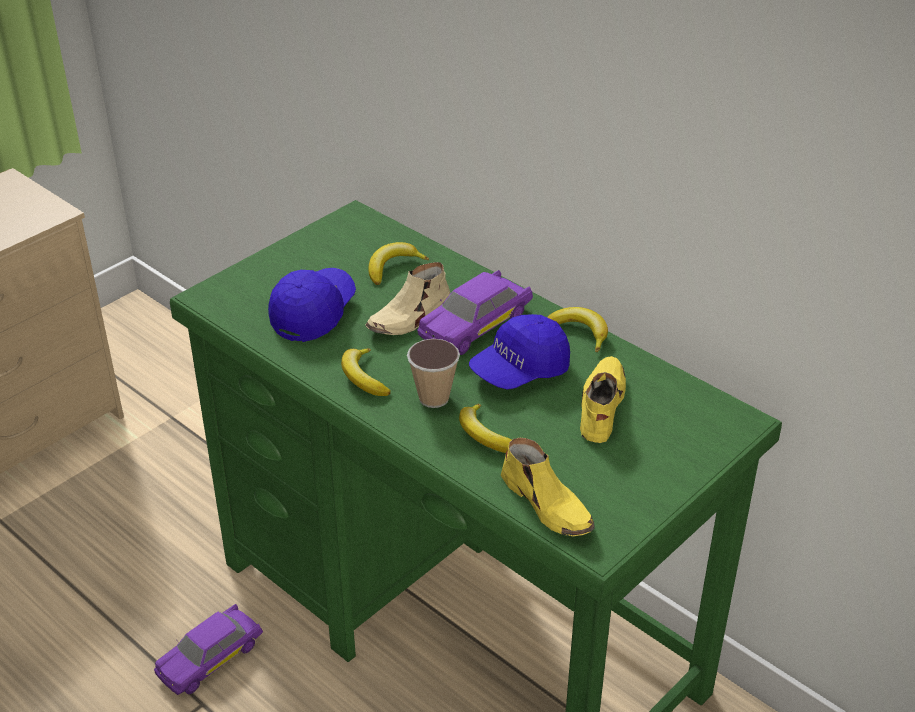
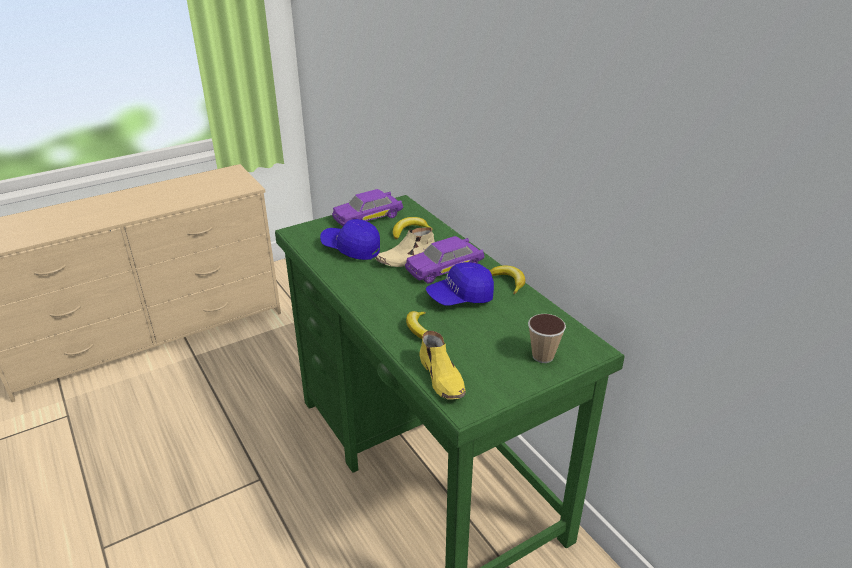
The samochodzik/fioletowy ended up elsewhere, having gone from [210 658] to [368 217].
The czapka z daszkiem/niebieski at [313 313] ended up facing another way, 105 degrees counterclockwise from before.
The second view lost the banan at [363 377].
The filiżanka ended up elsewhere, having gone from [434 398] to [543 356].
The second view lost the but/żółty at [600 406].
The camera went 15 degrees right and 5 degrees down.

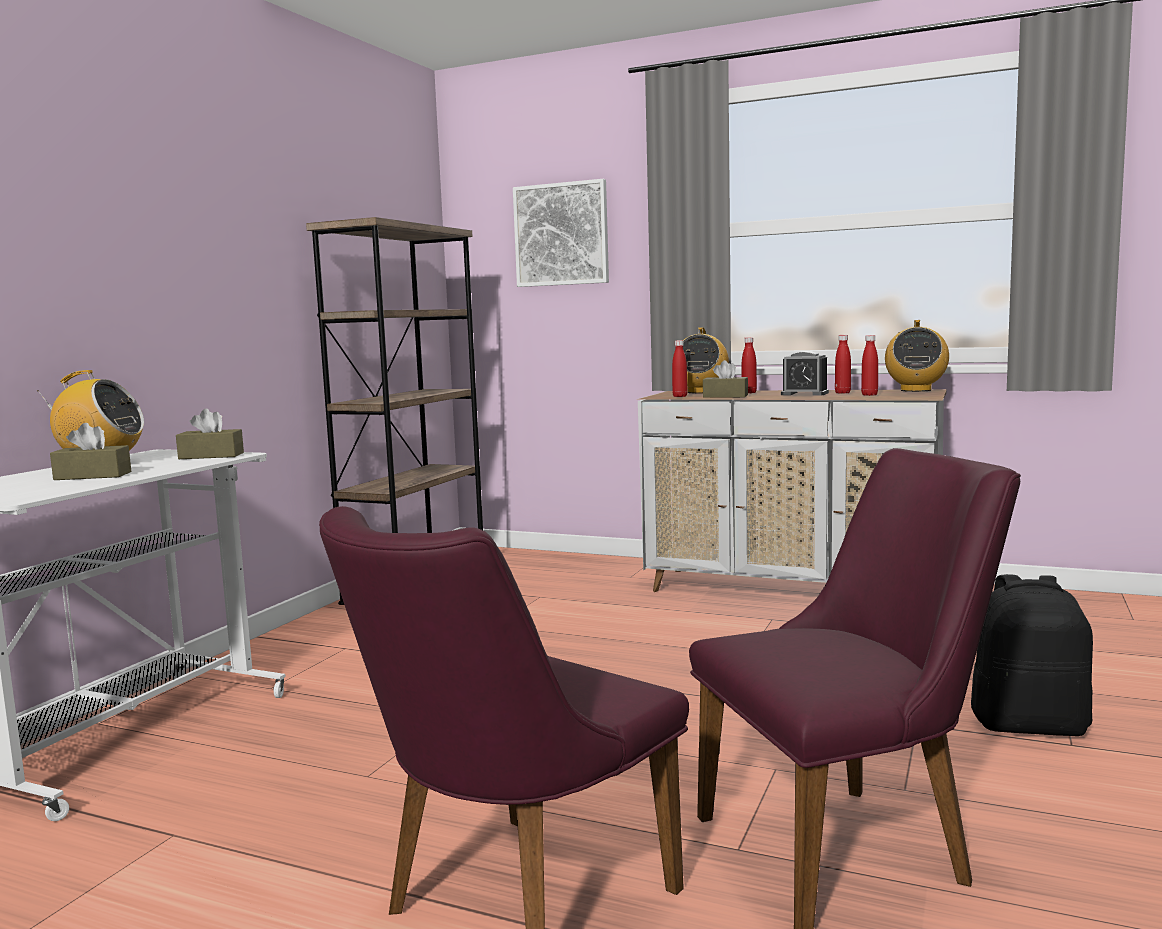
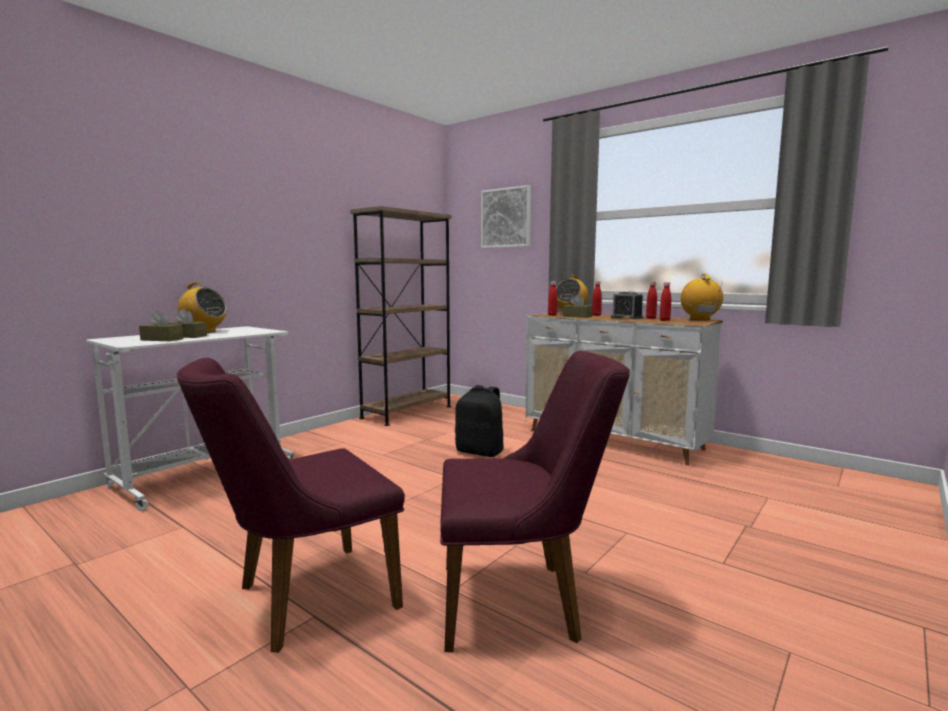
The pudełko chusteczek/brązowy ended up elsewhere, having gone from [211 456] to [162 339].
The radio at [915 390] ended up facing another way, 150 degrees clockwise from before.
The plecak/czarny ended up elsewhere, having gone from [1029 725] to [480 452].
The camera went 15 degrees right and 0 degrees up.

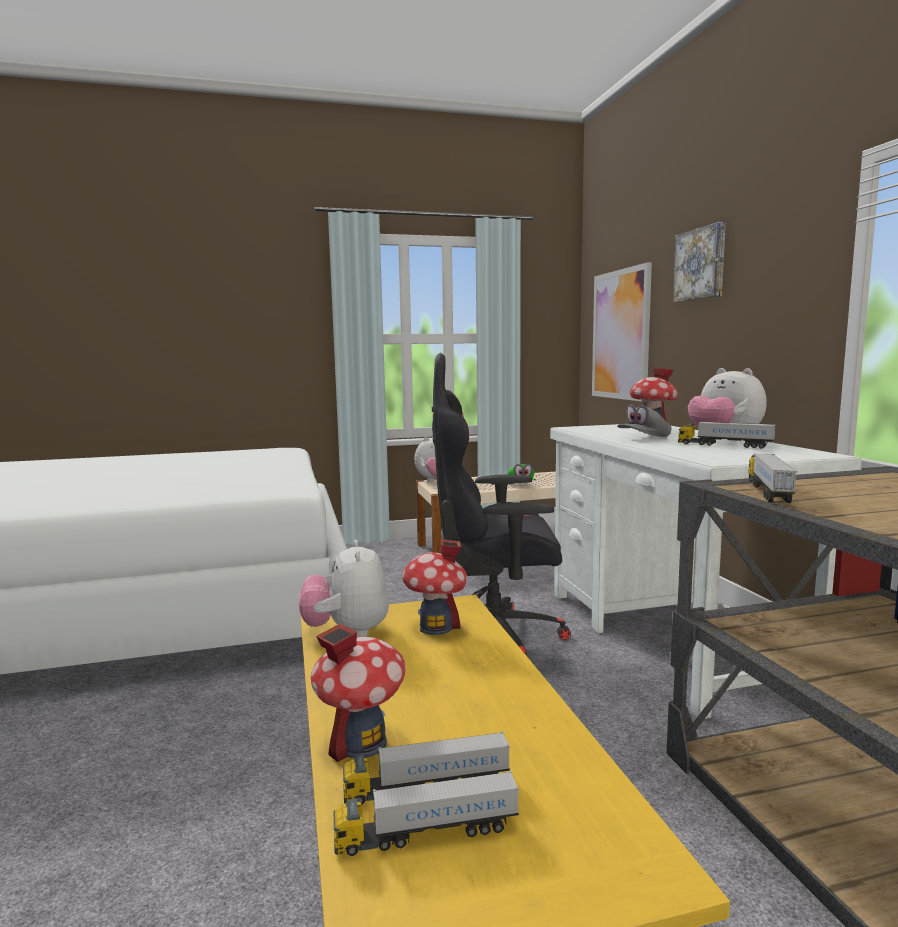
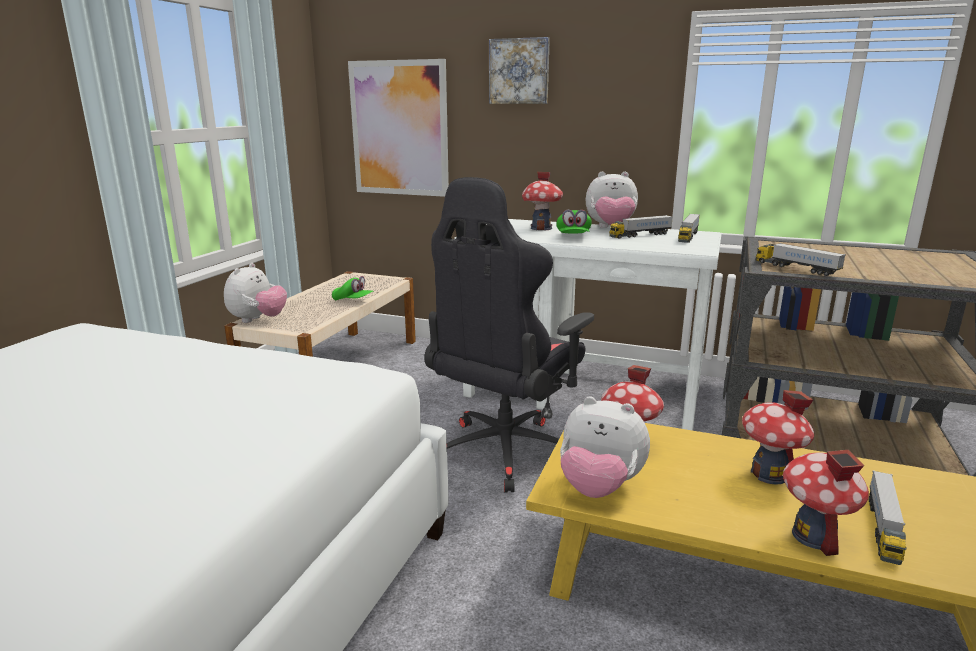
The ciężarówka zabawkowa ended up elsewhere, having gone from [427 834] to [688 236].
What was the czapka z daszkiem/szary at [644 438] turned into the czapka z daszkiem/zielony at [573 237].
The second view gained the domek at [769 474].
The camera went 55 degrees left and 10 degrees up.

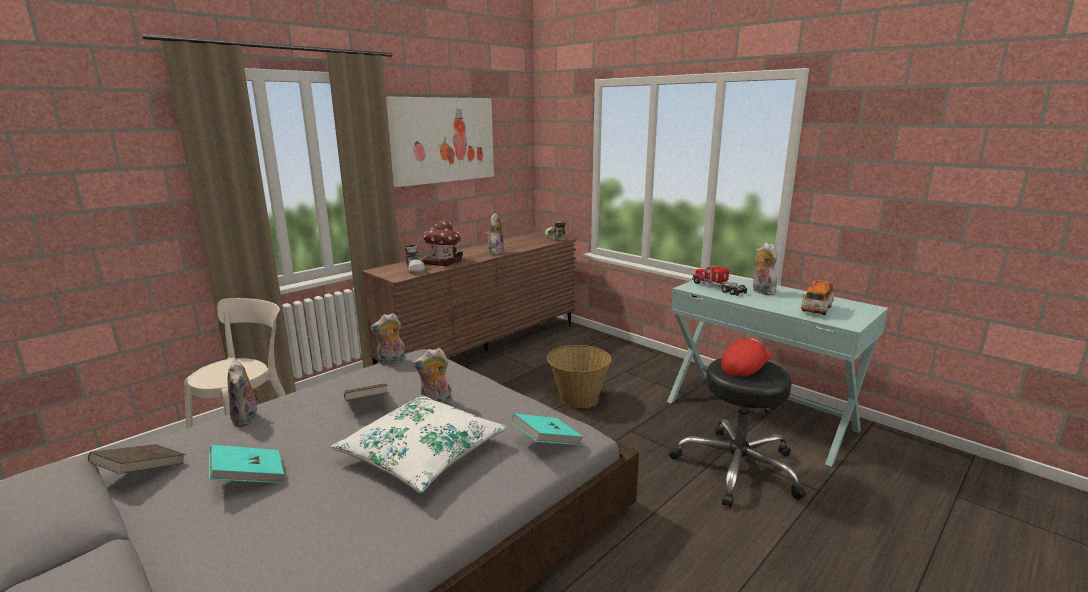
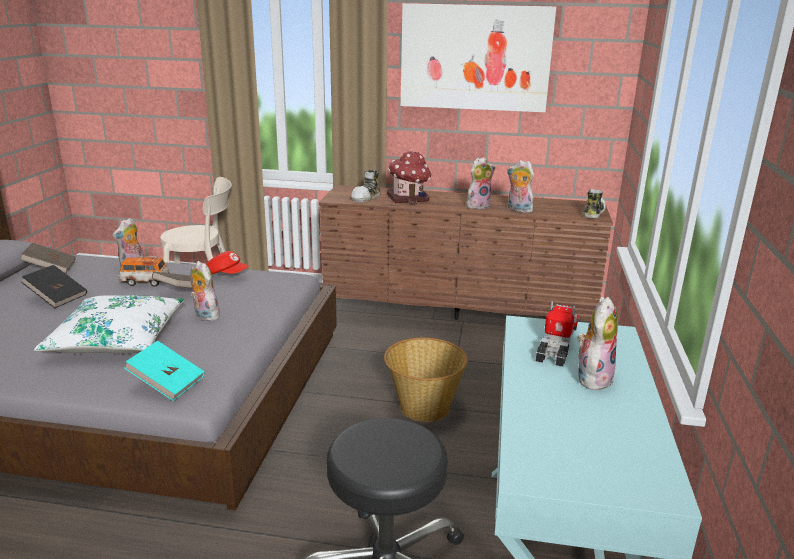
What was the książka/turkusowy at [249 478] turned into the książka/czarny at [57 297].
The pluszak ended up elsewhere, having gone from [391 362] to [518 210].
The czapka z daszkiem/czerwony ended up elsewhere, having gone from [744 368] to [226 275].
The samochodzik ended up elsewhere, having gone from [816 310] to [145 282].
The camera went 55 degrees right and 5 degrees up.

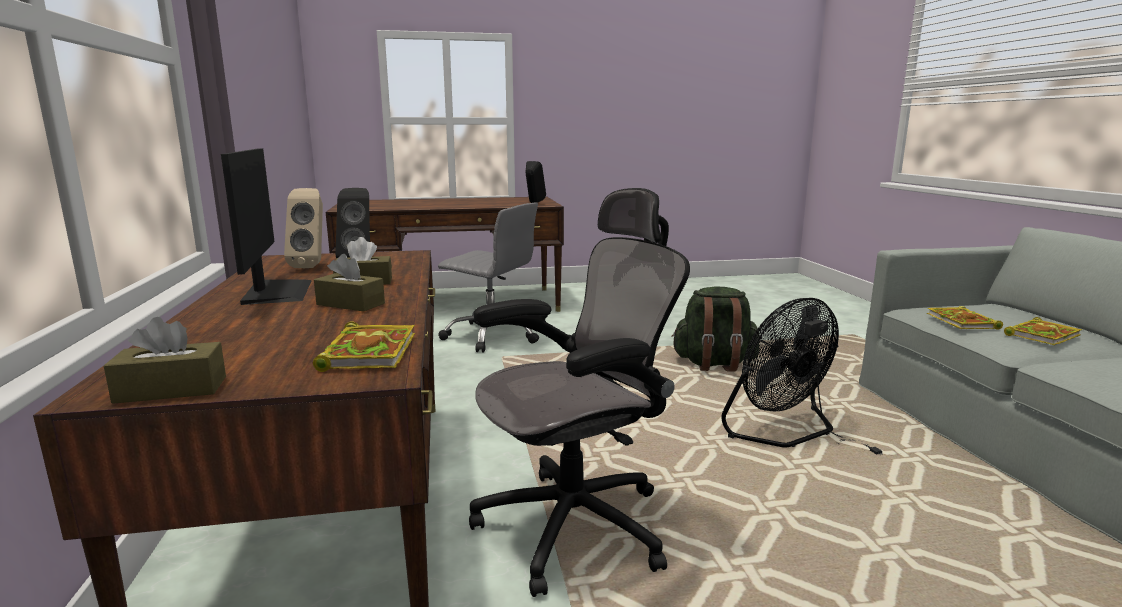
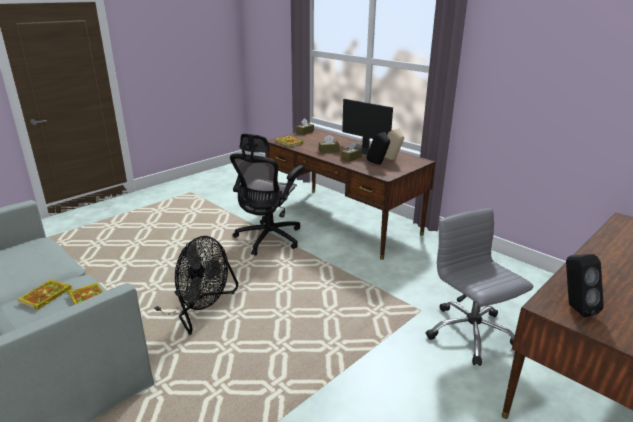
The krzesło biurowe/szary at [492 336] ended up facing another way, 75 degrees clockwise from before.
The second view lost the plecak/zielony at [714 364].
The camera went 145 degrees right and 10 degrees up.

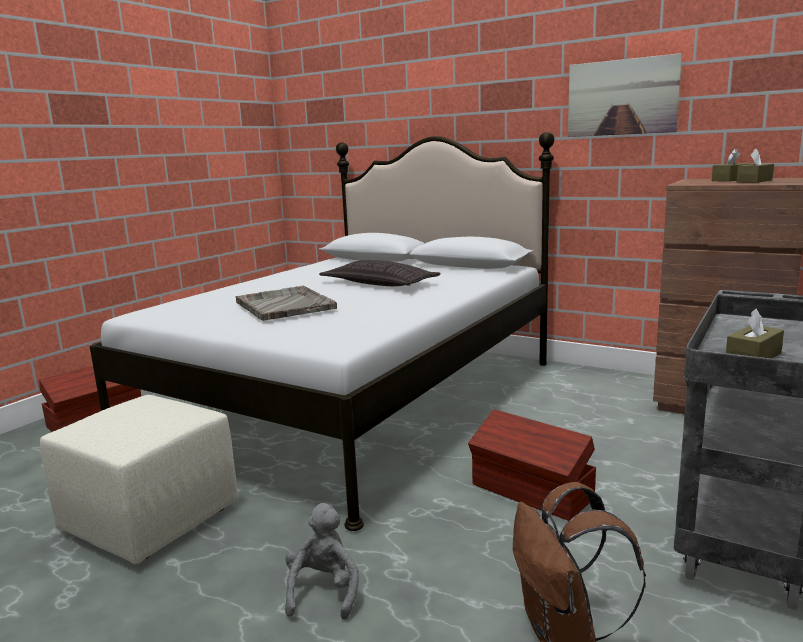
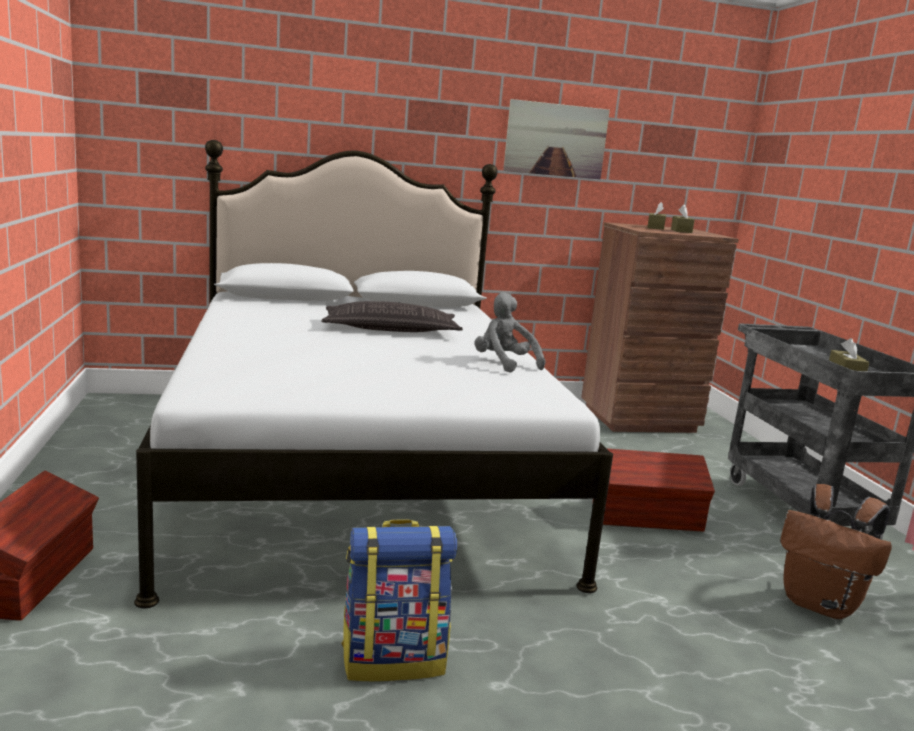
Where the pufa/beżowy stood at [153 520], the plecak came to stand at [394 659].
The second view lost the taca/szary at [284 305].
The pluszak/szary ended up elsewhere, having gone from [324 591] to [504 364].
The camera went 45 degrees left and 0 degrees up.

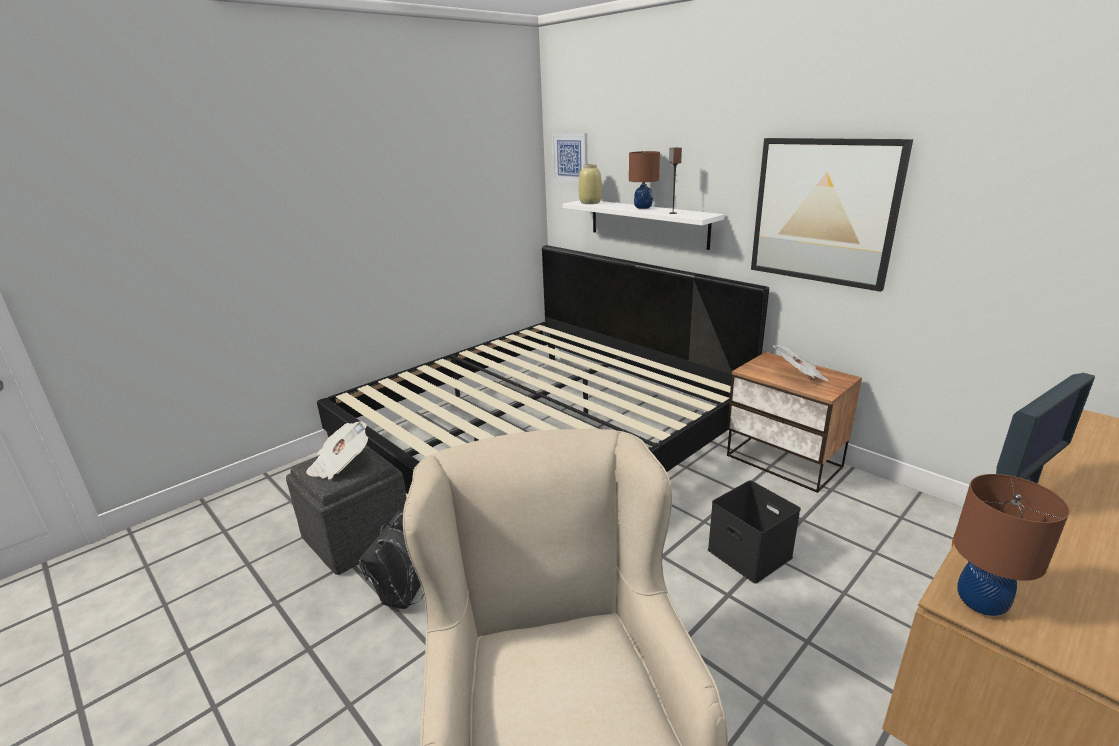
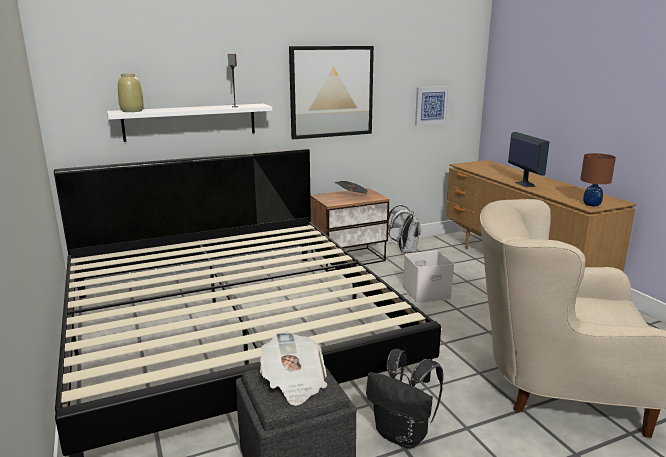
The obraz ended up elsewhere, having gone from [570 157] to [431 105].
The second view lost the lampa stołowa/brązowy at [643 208].
What was the pojemnik do przechowywania/czarny at [751 554] turned into the pojemnik do przechowywania/biały at [426 293].
The second view gained the plecak/biały at [405 251].
The camera went 70 degrees left and 5 degrees down.

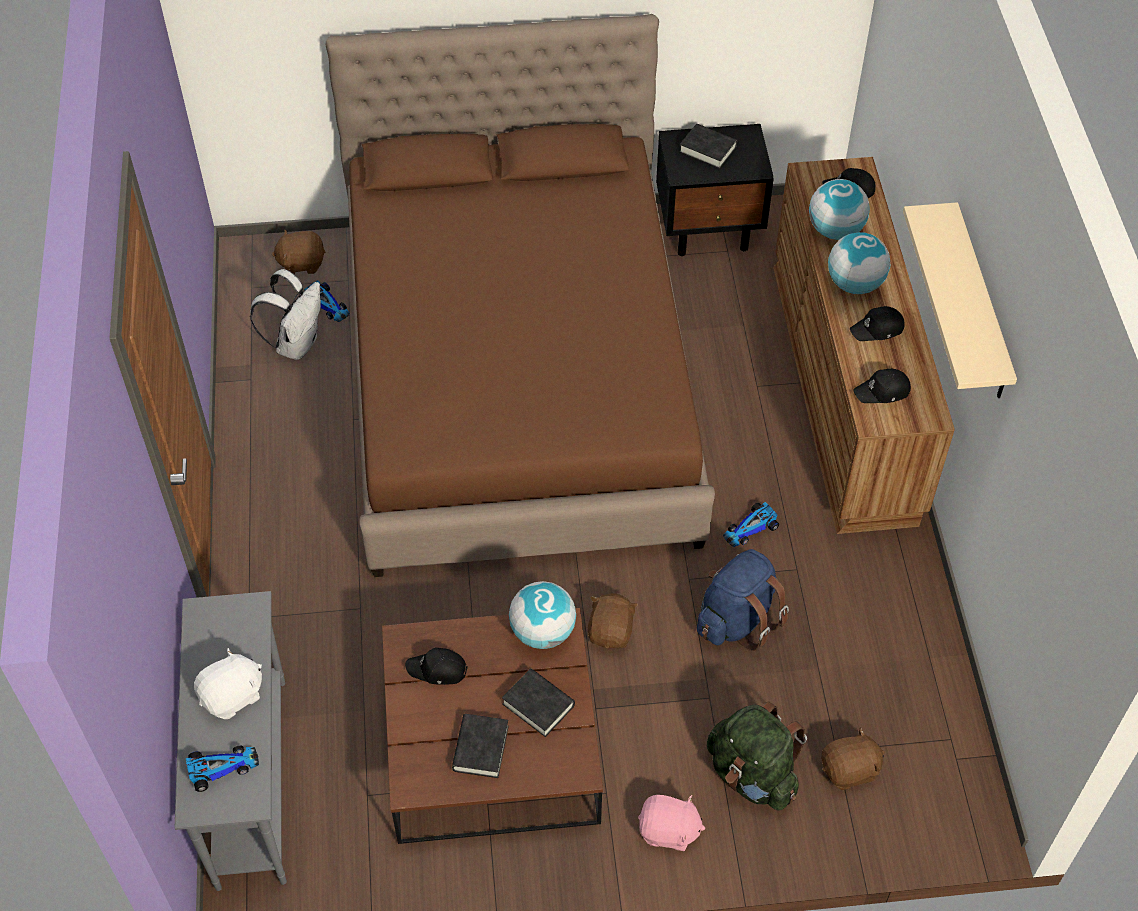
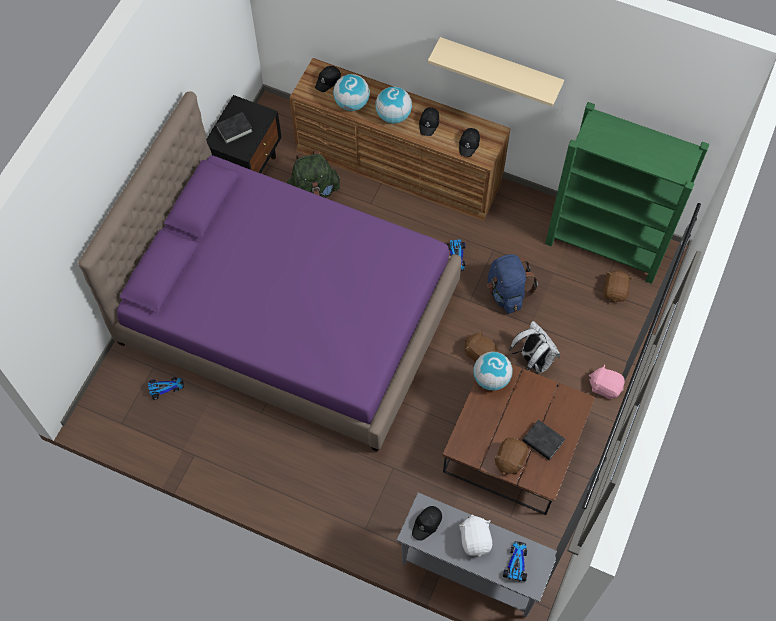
The plecak/biały ended up elsewhere, having gone from [296 343] to [533 360].
The pluszak/brązowy ended up elsewhere, having gone from [301 263] to [509 460].
What was the łóżko/brązowy at [519 378] turned into the łóżko/fioletowy at [288 313].
The czapka z daszkiem/czarny ended up elsewhere, having gone from [437 670] to [427 523].
The second view lost the książka/czarny at [538 705].
The pluszak/różowy at [668 831] ended up facing another way, 105 degrees counterclockwise from before.
The plecak/zielony ended up elsewhere, having gone from [752 775] to [313 191].
The second view gained the regał/zielony at [606 243].
The camera went 60 degrees left and 10 degrees up.

